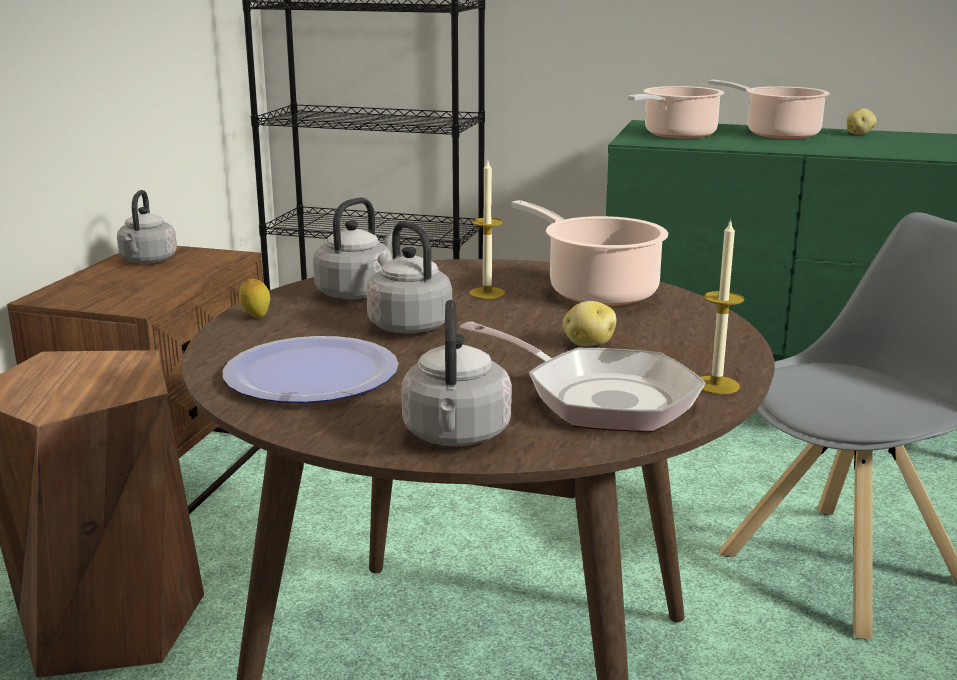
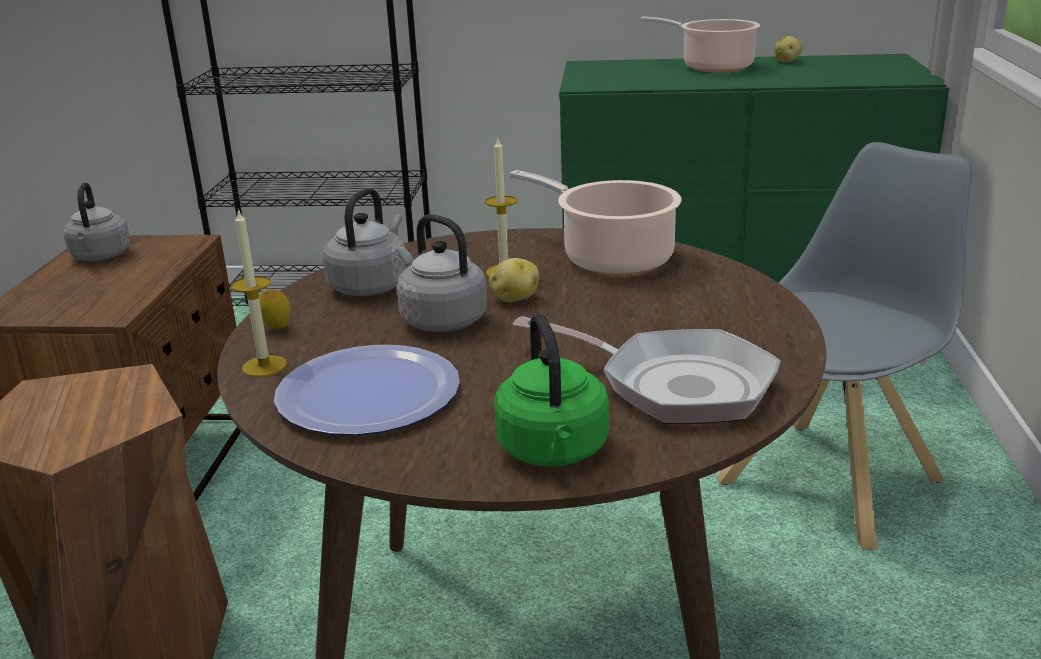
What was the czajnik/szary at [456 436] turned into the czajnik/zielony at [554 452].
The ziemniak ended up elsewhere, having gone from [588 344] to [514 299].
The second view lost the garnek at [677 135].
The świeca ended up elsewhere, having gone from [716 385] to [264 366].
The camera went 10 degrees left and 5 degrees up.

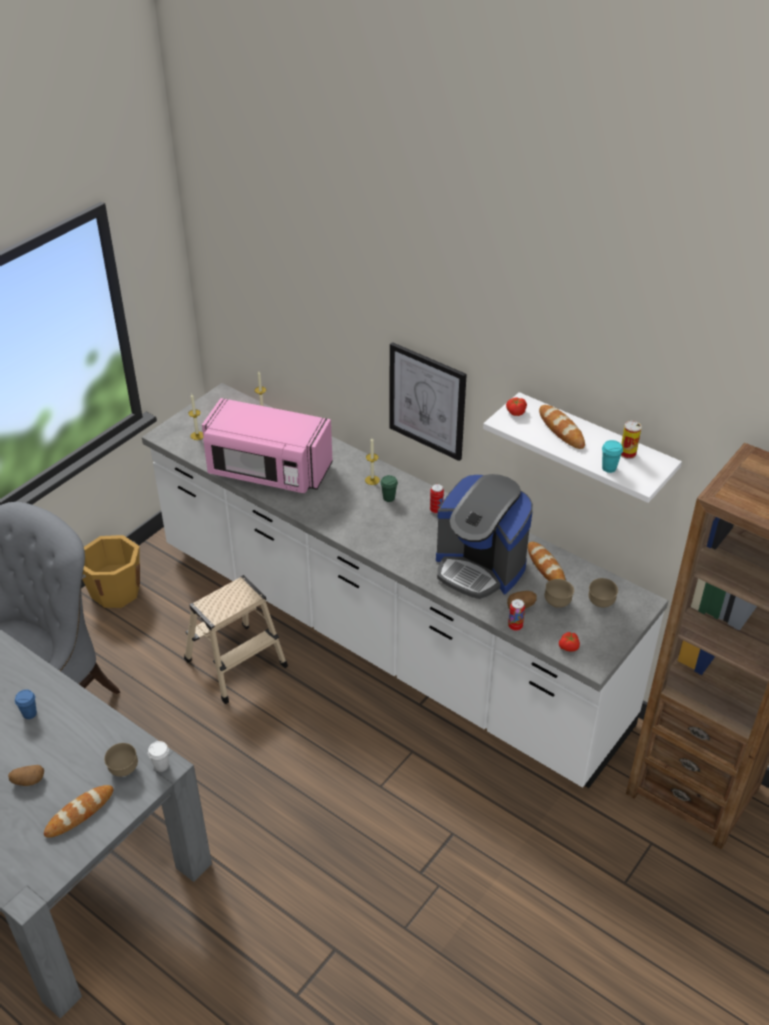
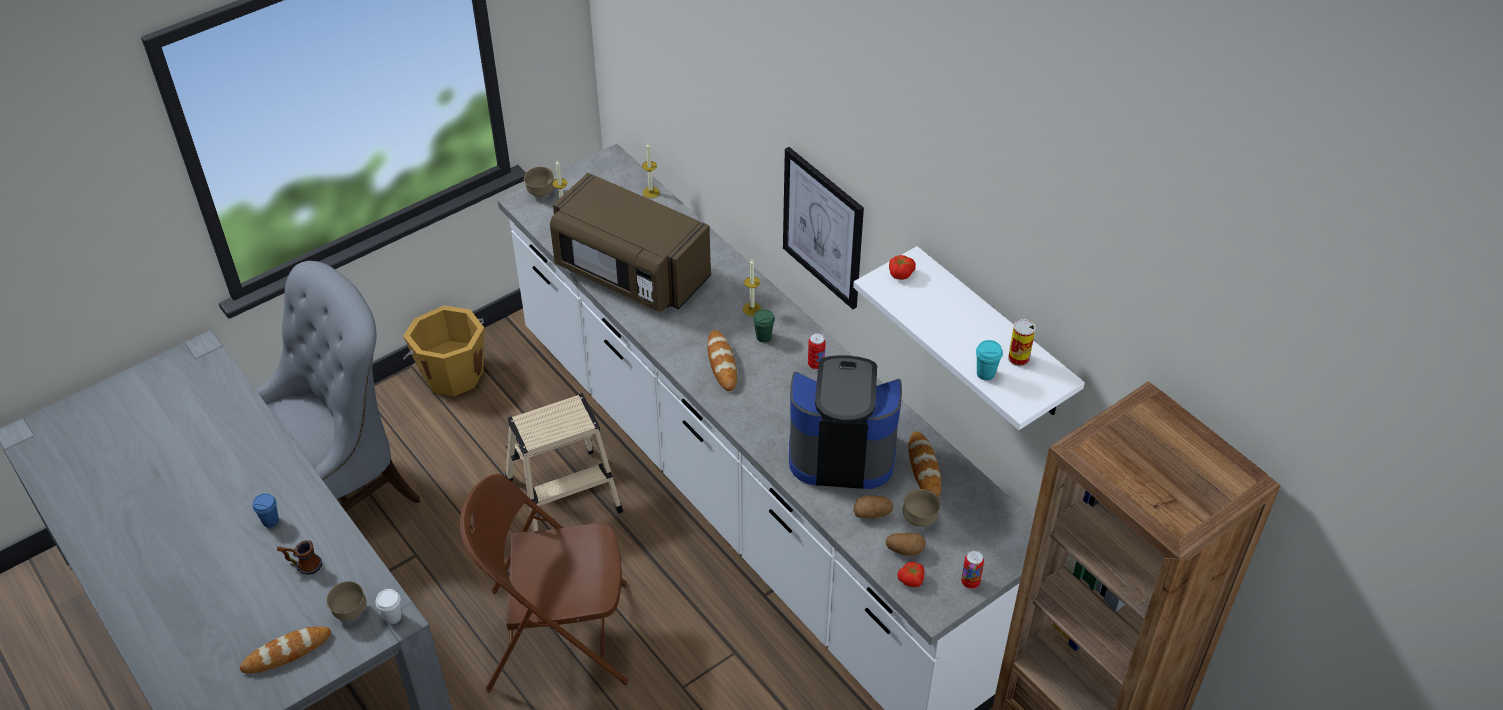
The ziemniak ended up elsewhere, having gone from [28 781] to [904 550].
What was the mikrofalówka/różowy at [268 471] turned into the mikrofalówka/brązowy at [630 273].
The ekspres do kawy at [480 567] ended up facing another way, 135 degrees clockwise from before.
The puszka ended up elsewhere, having gone from [515 626] to [970 582].
The chleb ended up elsewhere, having gone from [561 429] to [722 363].
The miska/brązowy ended up elsewhere, having gone from [600 603] to [541 194].
The second view gained the kubek at [302 565].
The second view gained the krzesło/brązowy at [558 635].
The camera went 15 degrees right and 5 degrees up.

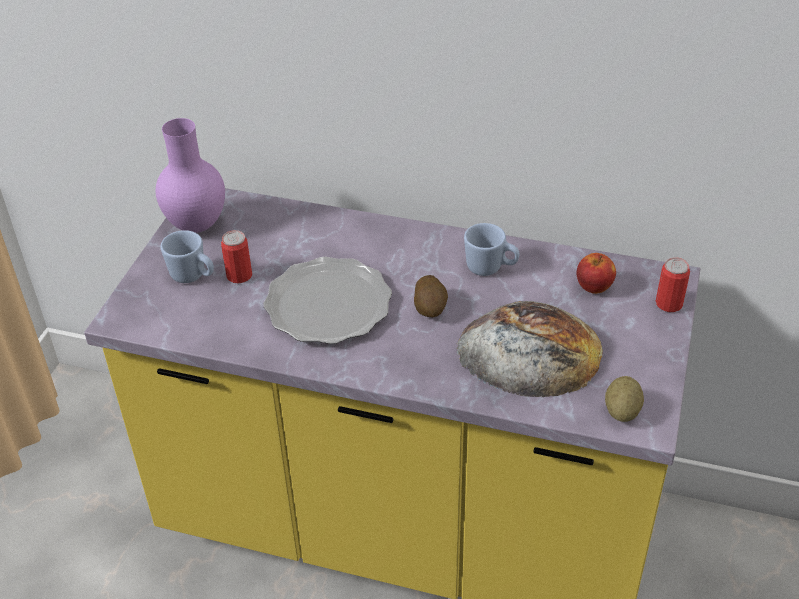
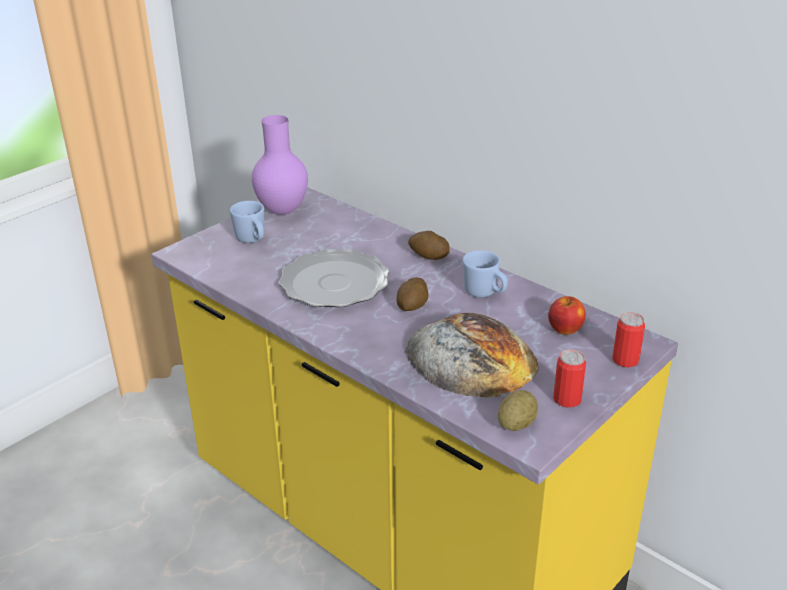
The puszka ended up elsewhere, having gone from [239 275] to [567 399].
The second view gained the ziemniak at [428 256].
The camera went 25 degrees right and 10 degrees down.

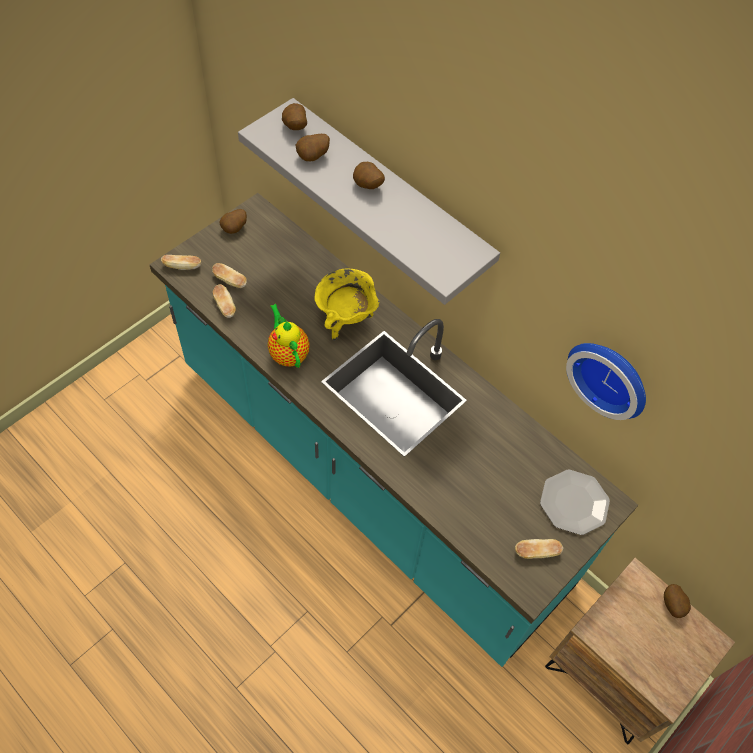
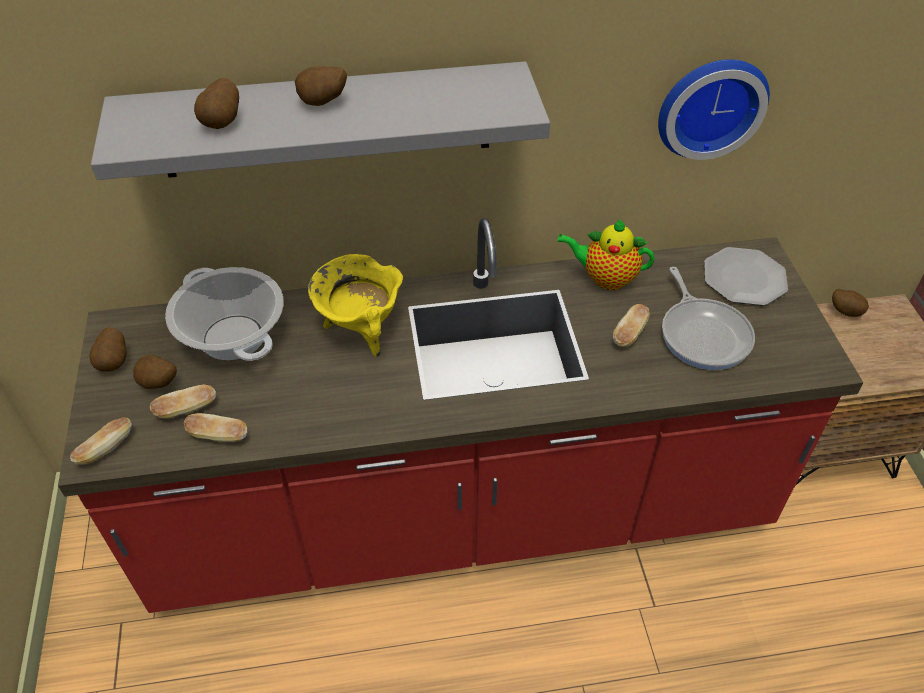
What was the zabudowa kuchenna/turkusowy at [368 475] turned into the zabudowa kuchenna/czerwony at [462 516].
The imbryk ended up elsewhere, having gone from [288 353] to [605 278].
The ziemniak ended up elsewhere, having gone from [294 128] to [158 385].
The chleb ended up elsewhere, having gone from [536 552] to [629 334].
The second view gained the garnek at [234 337].
The second view gained the patelnia at [703 334].
The camera went 50 degrees left and 10 degrees down.

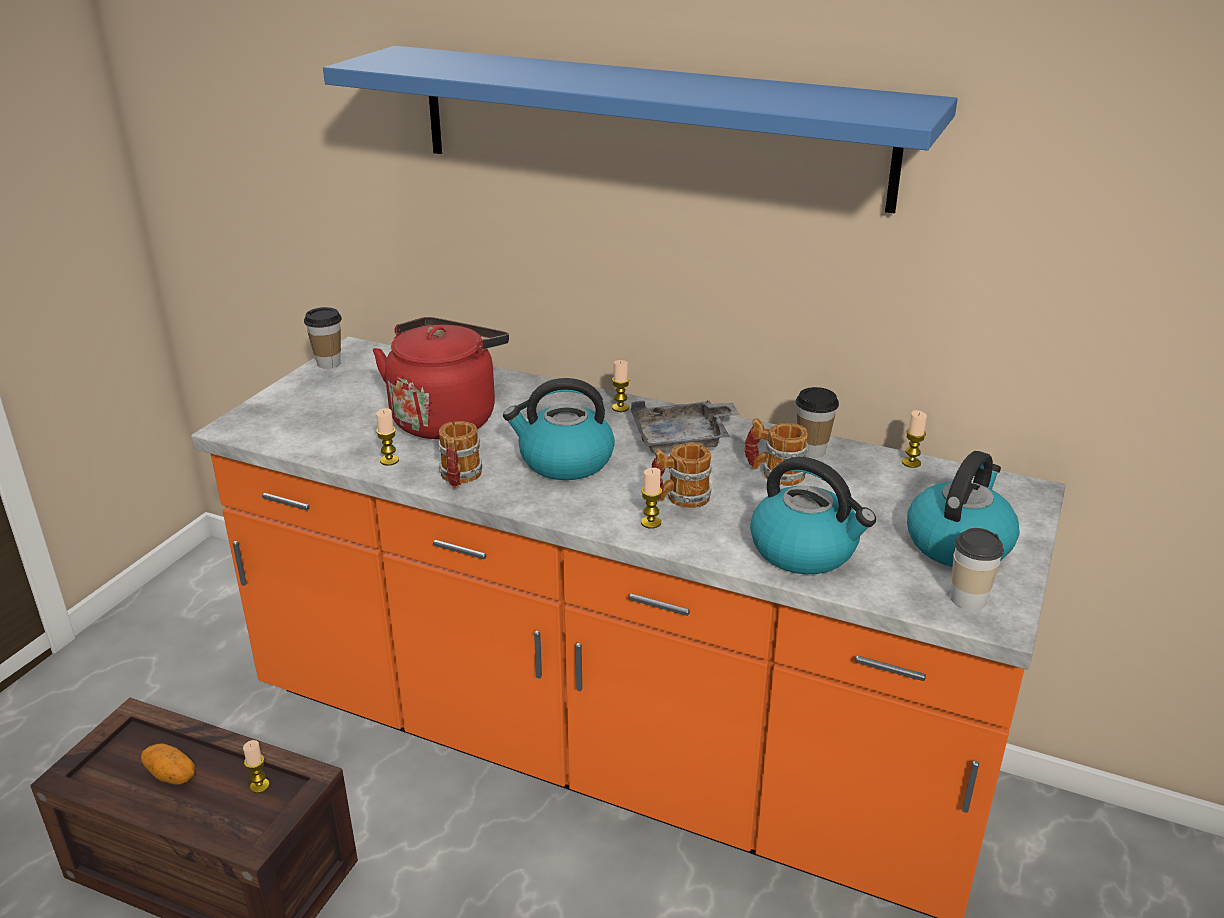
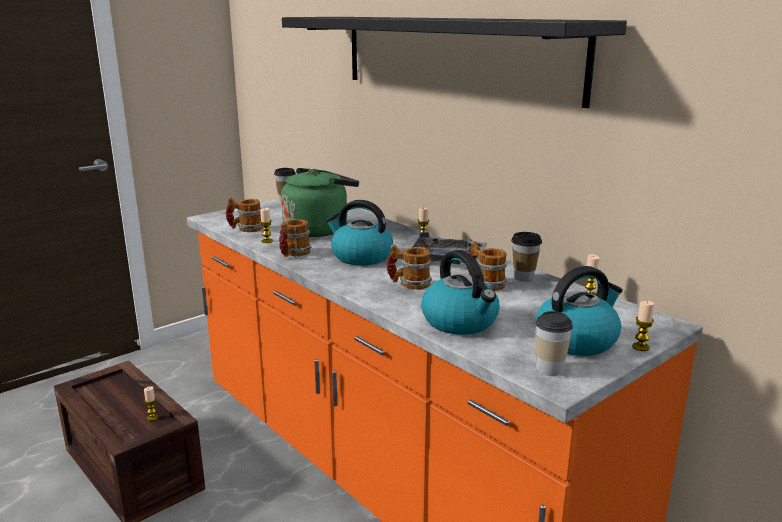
The second view lost the ziemniak at [171 775].
What was the półka/niebieski at [648 125] turned into the półka/czarny at [453 55].
What was the czajnik/czerwony at [446 418] turned into the czajnik/zielony at [319 229].
The świeca ended up elsewhere, having gone from [651 522] to [640 347].
The second view gained the kubek at [245 229].
The camera went 25 degrees right and 10 degrees down.

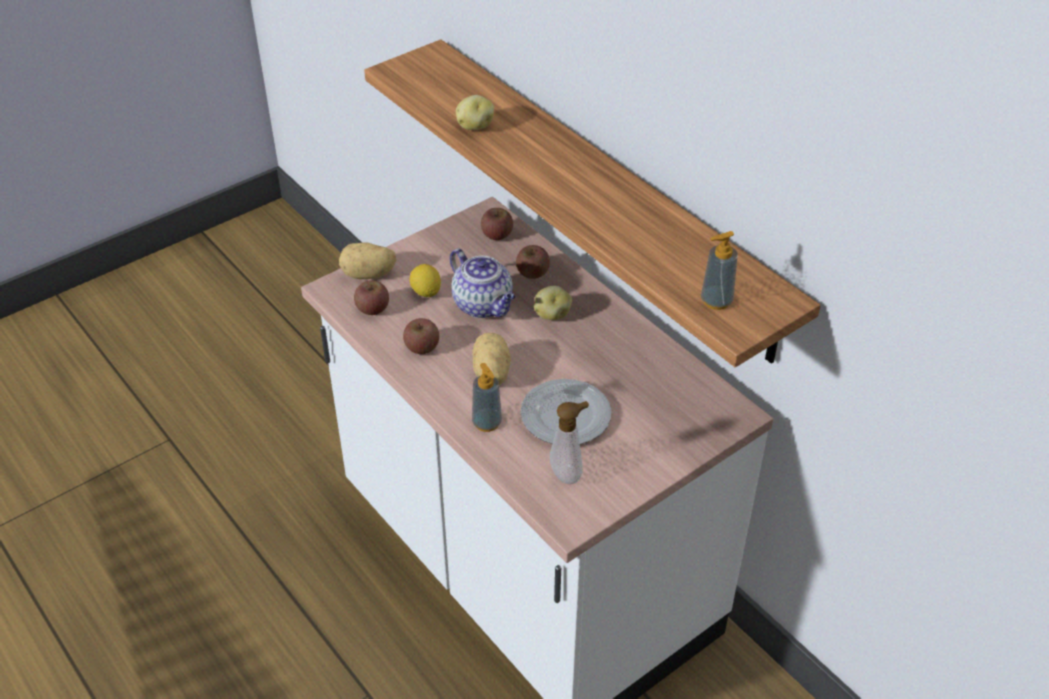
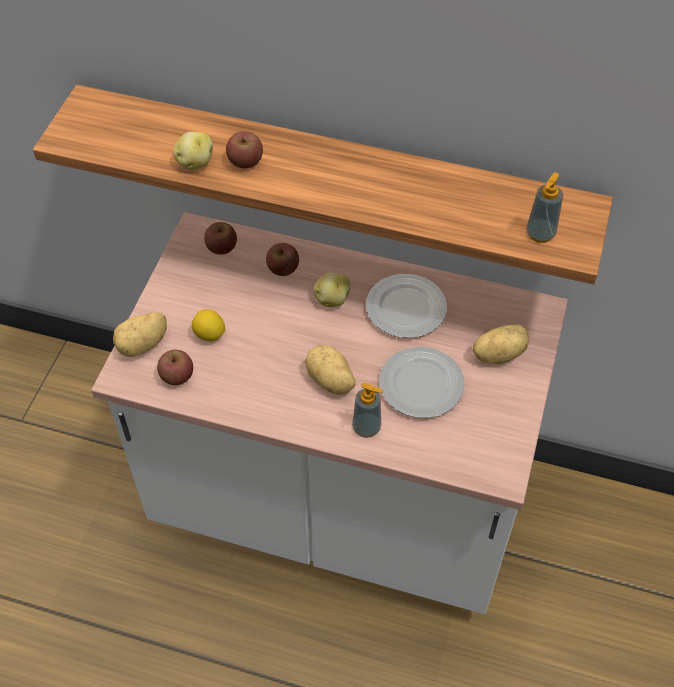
The jabłko ended up elsewhere, having gone from [422 347] to [245 161].
The second view lost the imbryk at [484 305].
The second view lost the dozownik mydła at [568 473].
The second view gained the talerz at [405 309].
The second view gained the ziemniak at [498 353].
The camera went 35 degrees left and 10 degrees up.

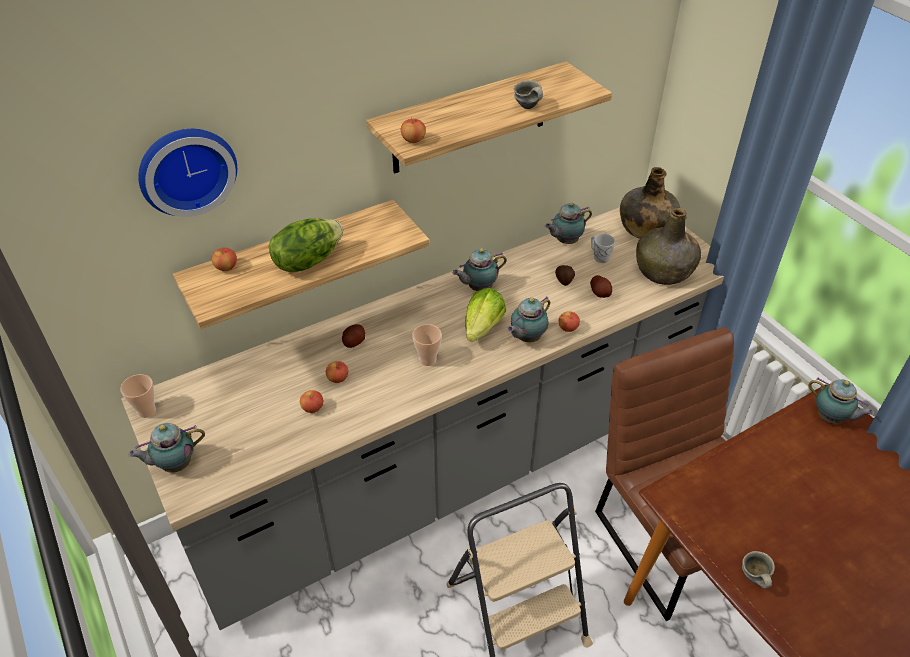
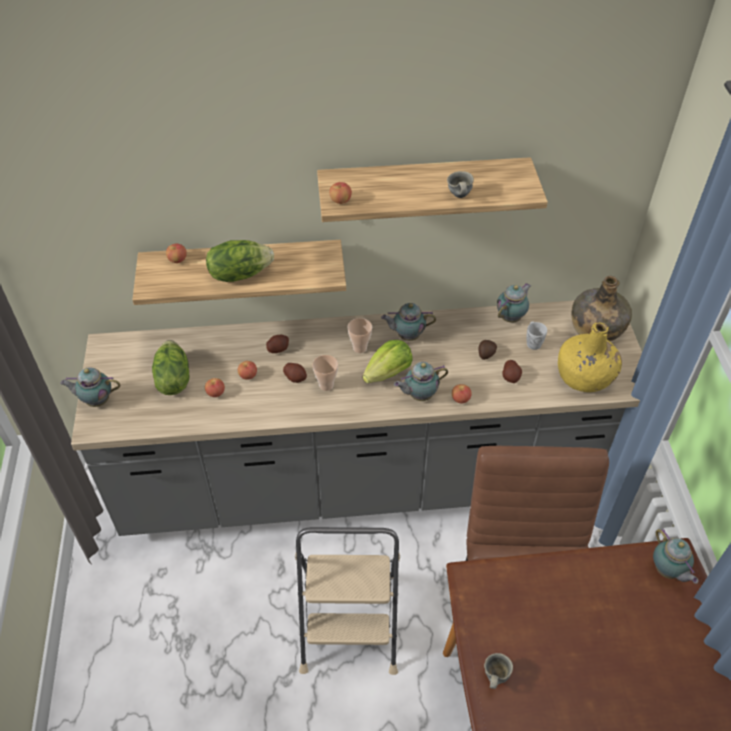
The filiżanka ended up elsewhere, having gone from [147 411] to [360 348].
The second view lost the zegar ścienny at [186 169].
The imbryk at [565 241] ended up facing another way, 135 degrees clockwise from before.
What was the butelka/zielony at [664 271] turned into the butelka/żółty at [584 376].
The second view gained the sałata at [173 379].
The second view gained the ziemniak at [295 377].
The camera went 25 degrees right and 5 degrees up.

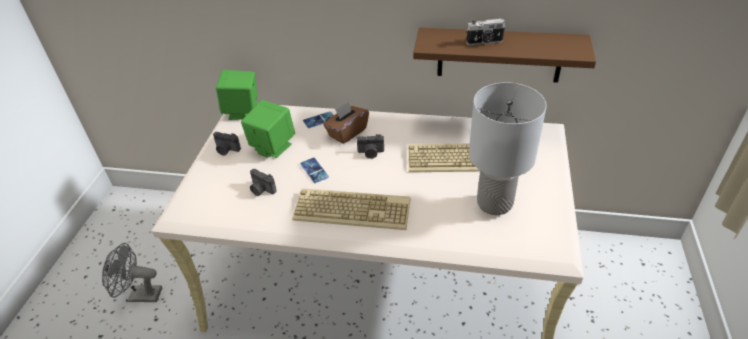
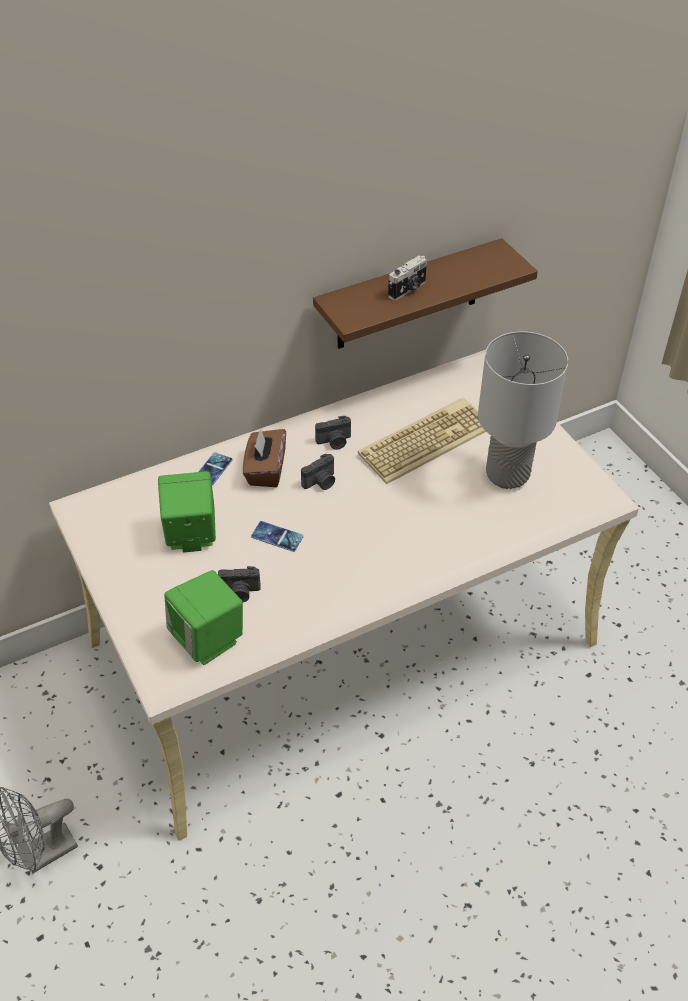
The aparat fotograficzny ended up elsewhere, having gone from [226 150] to [334 442].
The głośnik/zielony ended up elsewhere, having gone from [242 111] to [208 639].
The second view lost the klawiatura at [353 209].
The camera went 40 degrees left and 5 degrees up.

